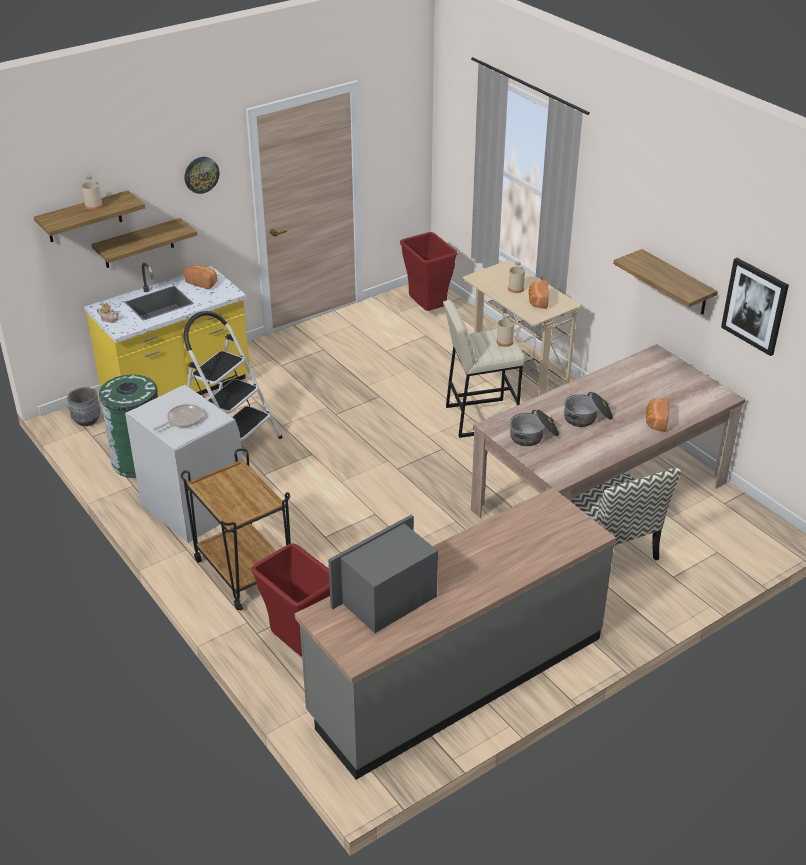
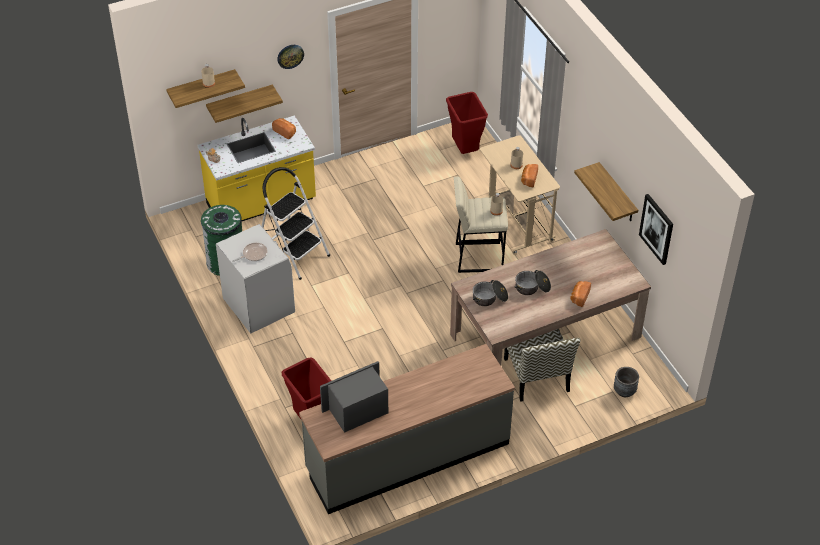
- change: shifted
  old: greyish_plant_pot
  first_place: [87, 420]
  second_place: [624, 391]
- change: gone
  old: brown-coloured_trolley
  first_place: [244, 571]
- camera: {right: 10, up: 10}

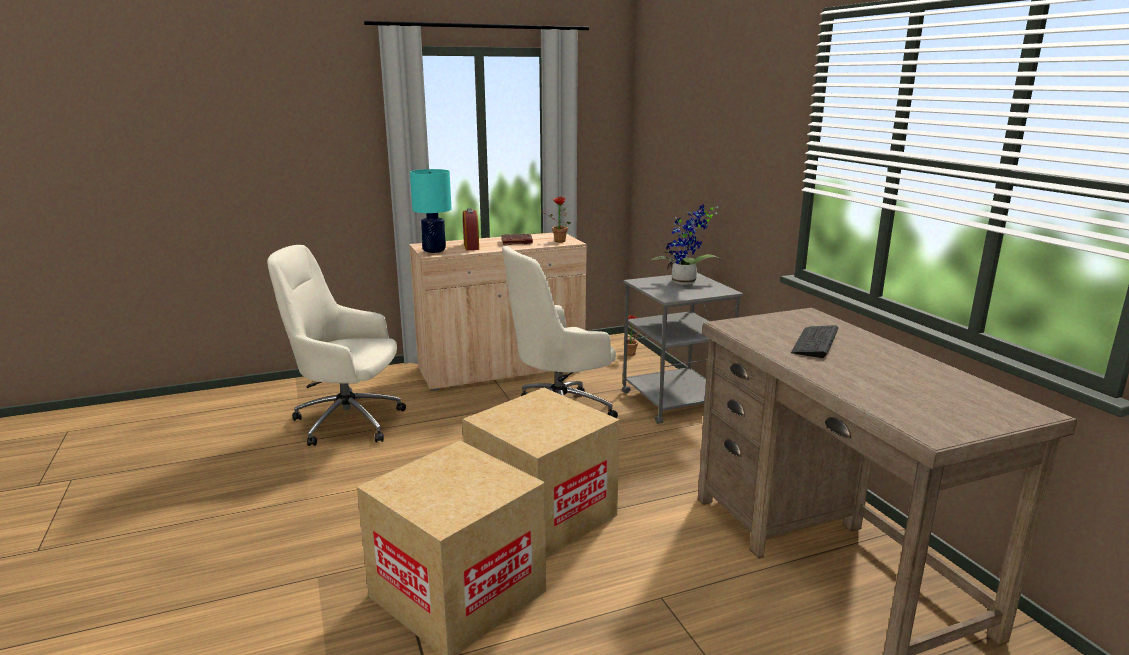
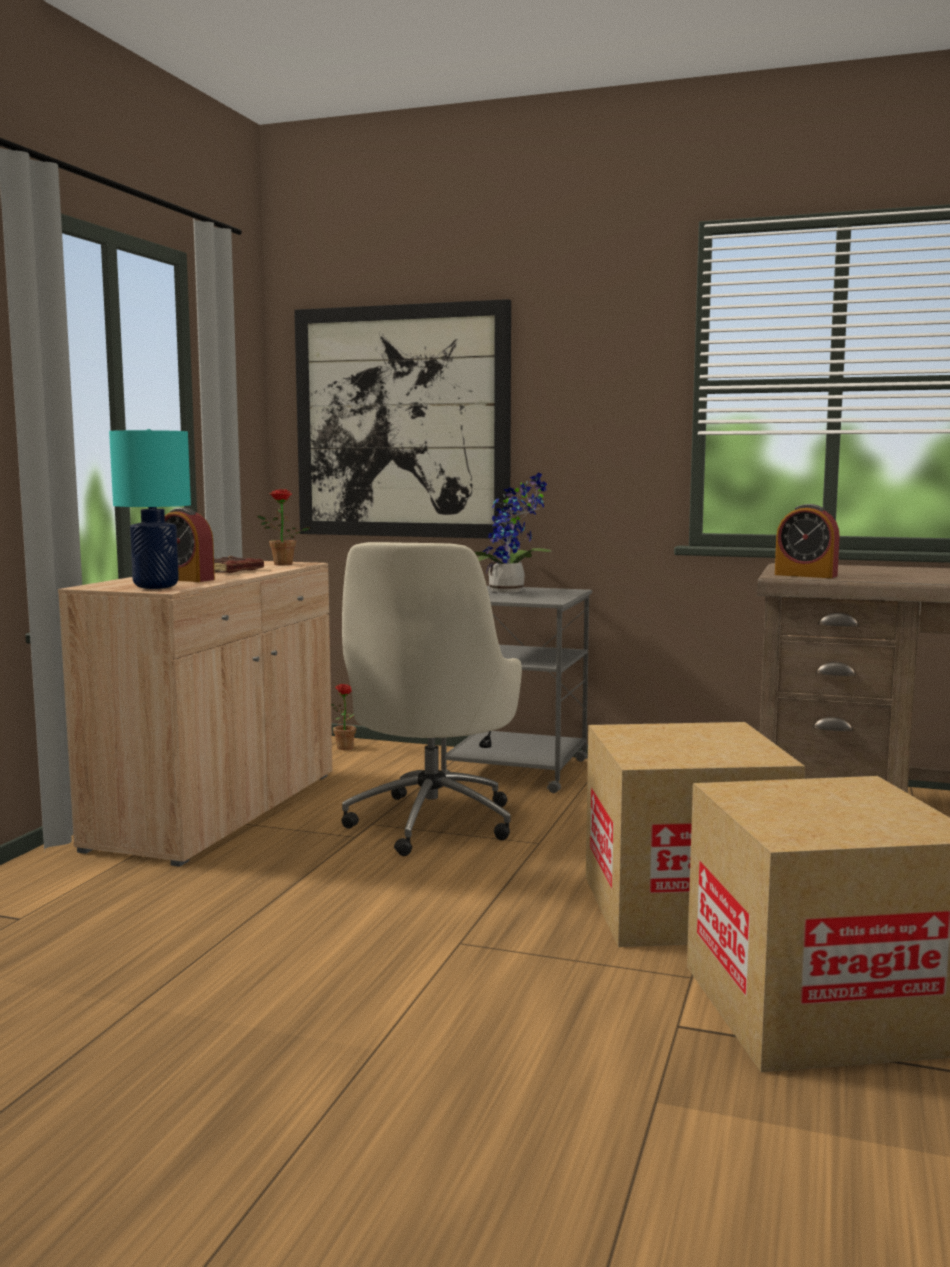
- change: gone
  old: beige-coloured_office_chair
  first_place: [347, 423]
- change: gone
  old: keyboard
  first_place: [815, 342]
- change: new
  new: picture
  second_place: [402, 422]
- change: new
  new: table_clock
  second_place: [805, 575]
- camera: {right: -50, up: -10}

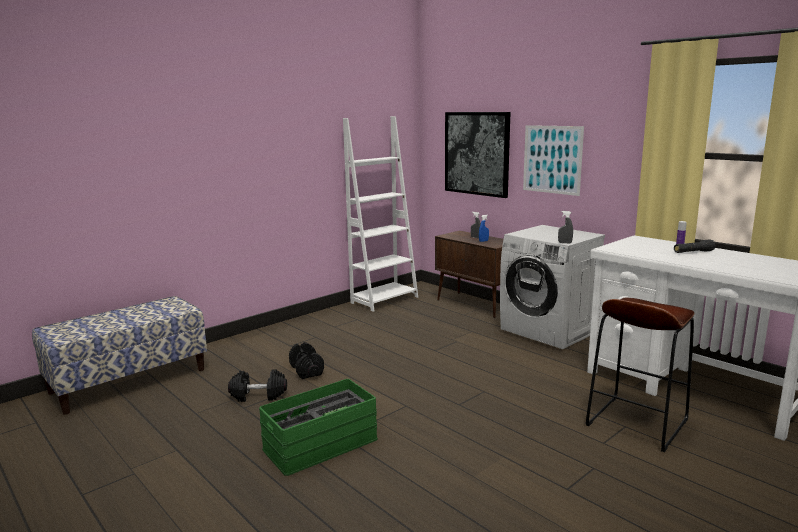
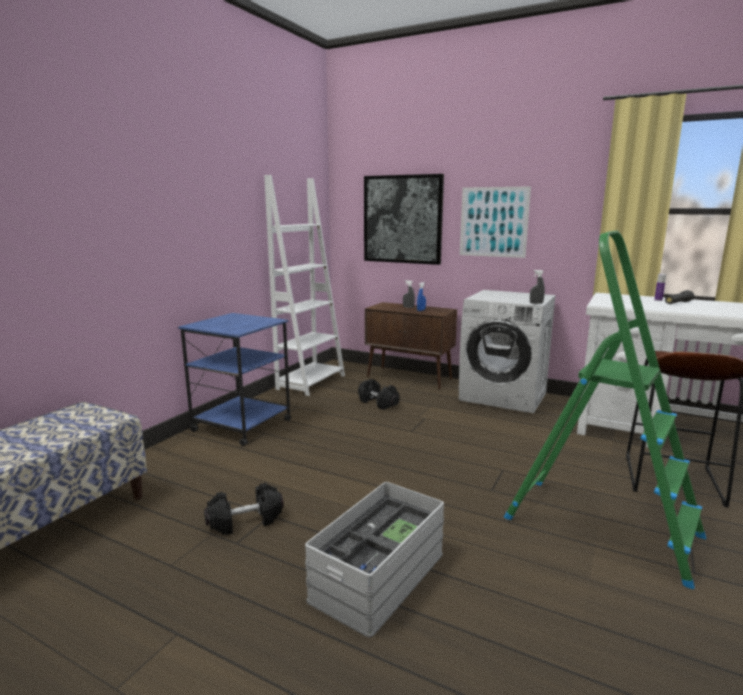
- change: repainted
  old: greenish_storage_bin
  new: greyish_storage_bin
  first_place: [321, 444]
  second_place: [379, 576]
- change: shifted
  old: blackish_dumbbell
  first_place: [307, 370]
  second_place: [378, 403]
- change: new
  new: bluish_trolley
  second_place: [242, 424]
- change: new
  new: greenish_step_stool
  second_place: [603, 527]
- camera: {right: -20, up: 0}

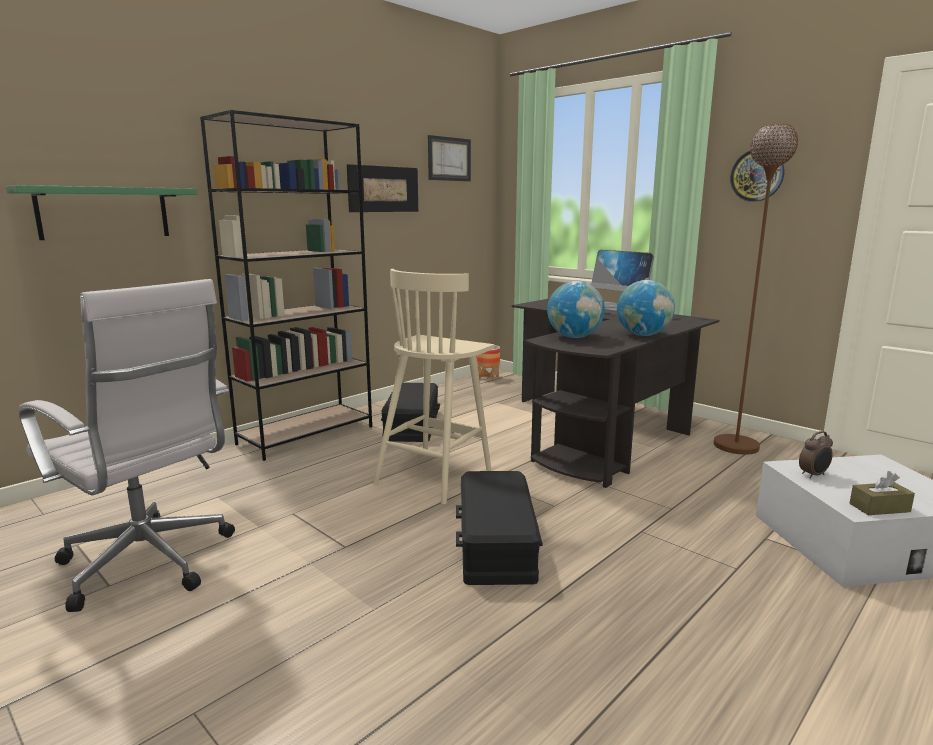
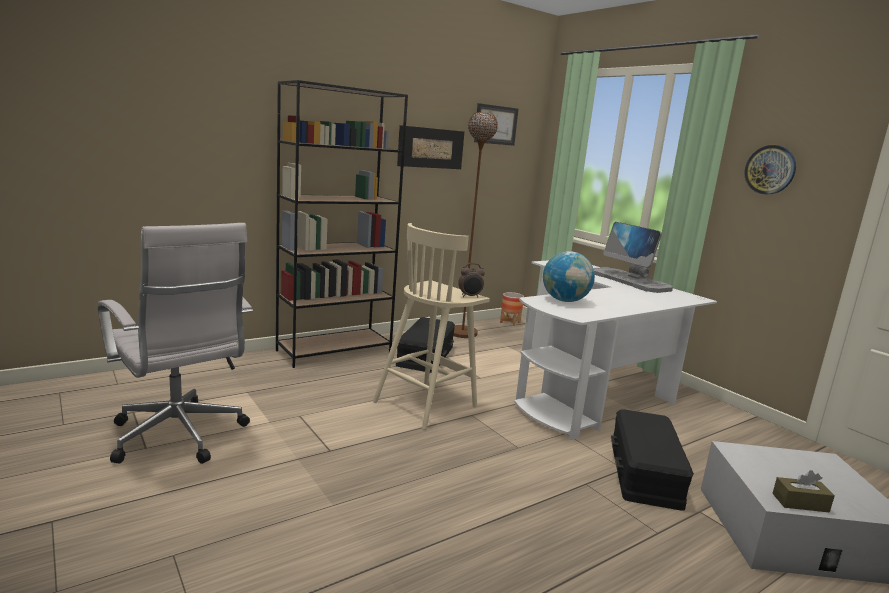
- change: gone
  old: greenish_shelf
  first_place: [104, 213]
- change: shifted
  old: blackish_storage_bin
  first_place: [497, 543]
  second_place: [646, 472]
- change: repainted
  old: blackish_desk_table
  new: white_desk_table
  first_place: [602, 429]
  second_place: [593, 386]
- change: gone
  old: globe
  first_place: [643, 335]
- change: shifted
  old: brown-coloured_standing_lamp
  first_place: [736, 446]
  second_place: [462, 333]
- change: shifted
  old: table_clock
  first_place: [813, 475]
  second_place: [470, 296]
- camera: {right: 10, up: 0}

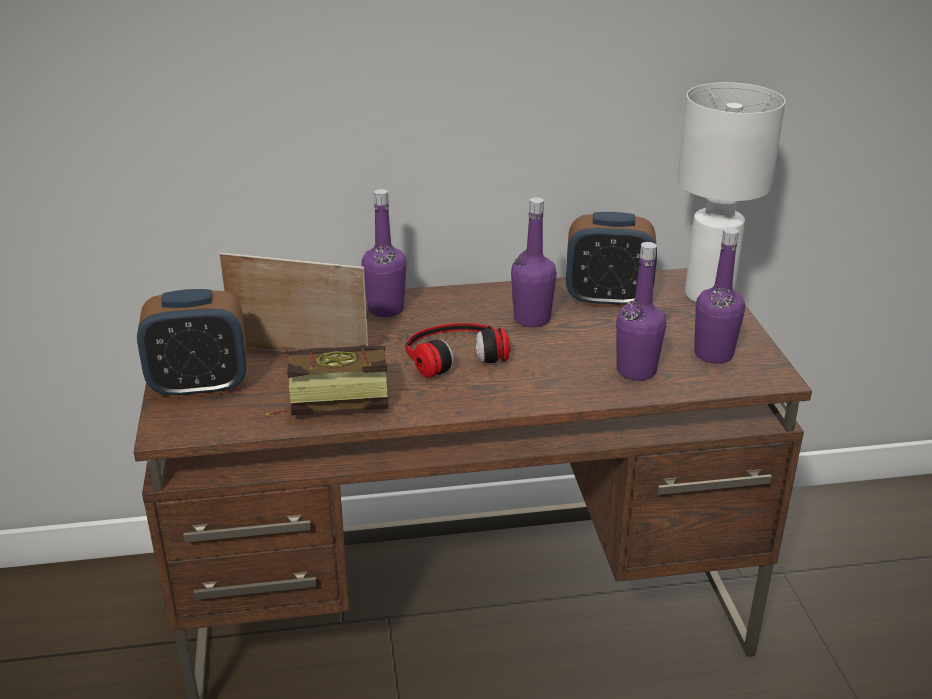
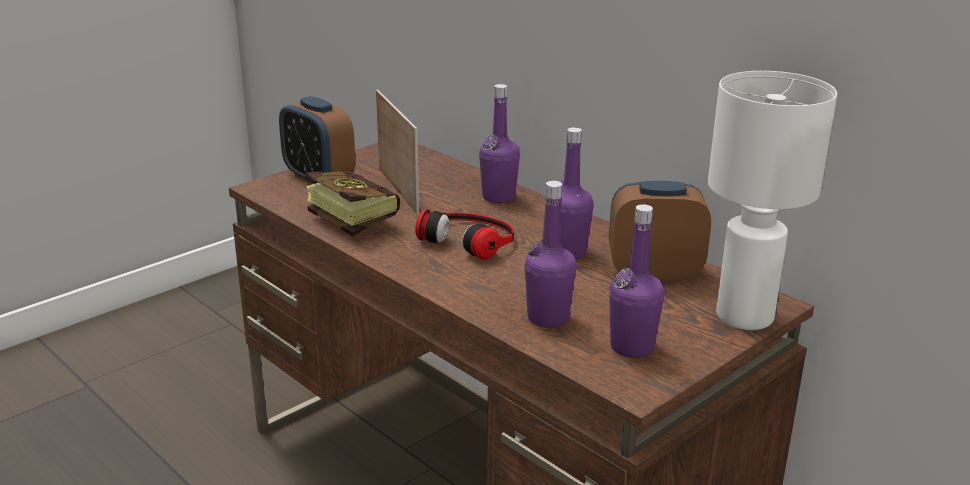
- change: rotated
  old: table_clock
  first_place: [607, 299]
  second_place: [654, 272]
  degrees: 120
- camera: {right: 55, up: -5}

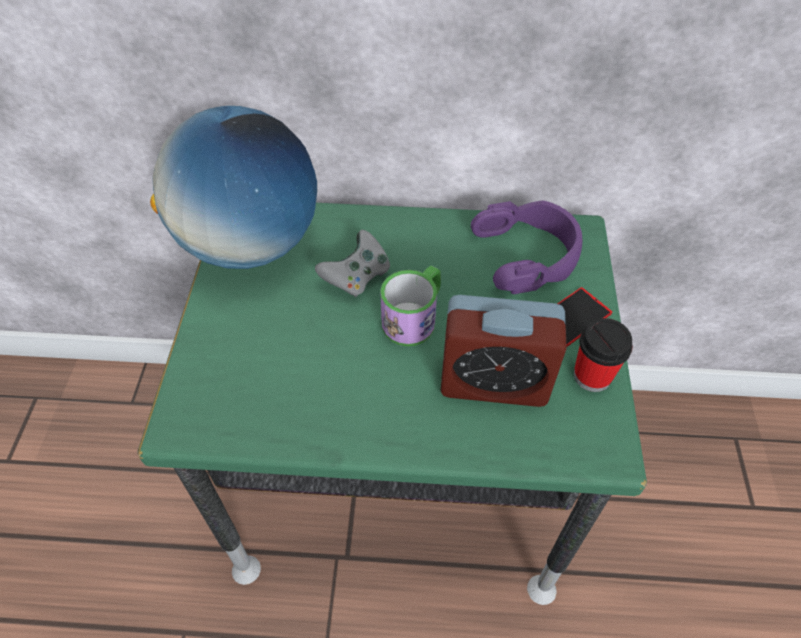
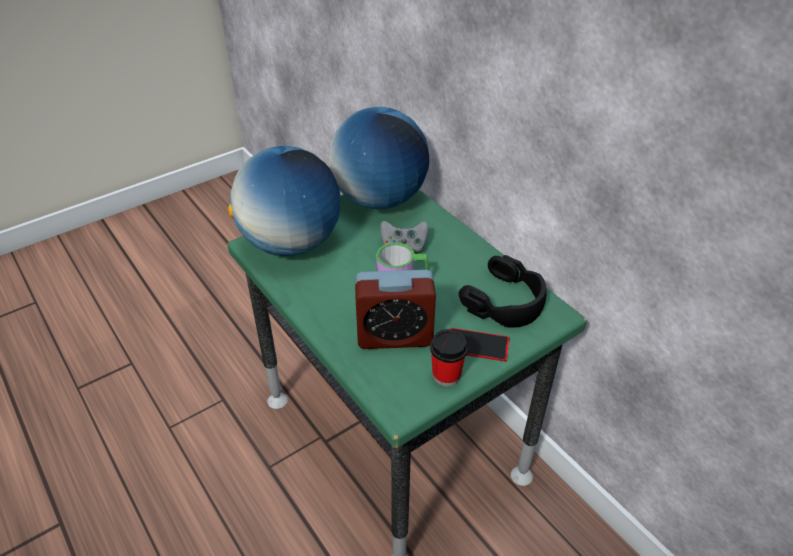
- change: rotated
  old: table_clock
  first_place: [494, 382]
  second_place: [394, 336]
  degrees: -60
- change: repainted
  old: purple_headphones
  new: blackish_headphones
  first_place: [527, 255]
  second_place: [505, 301]
- change: new
  new: globe
  second_place: [291, 243]
- camera: {right: 50, up: -10}

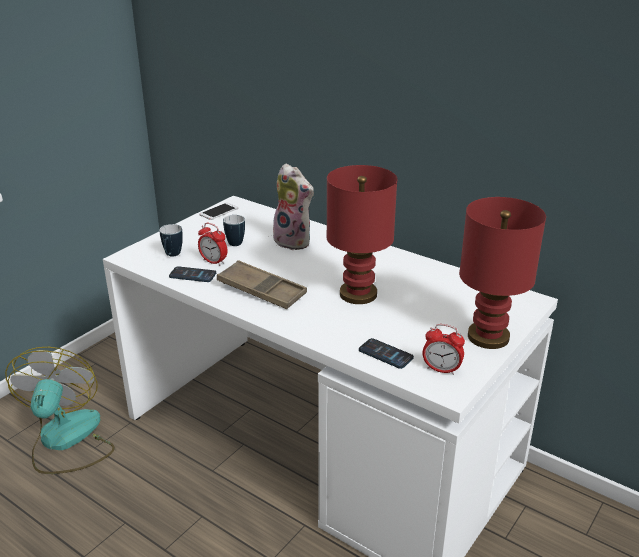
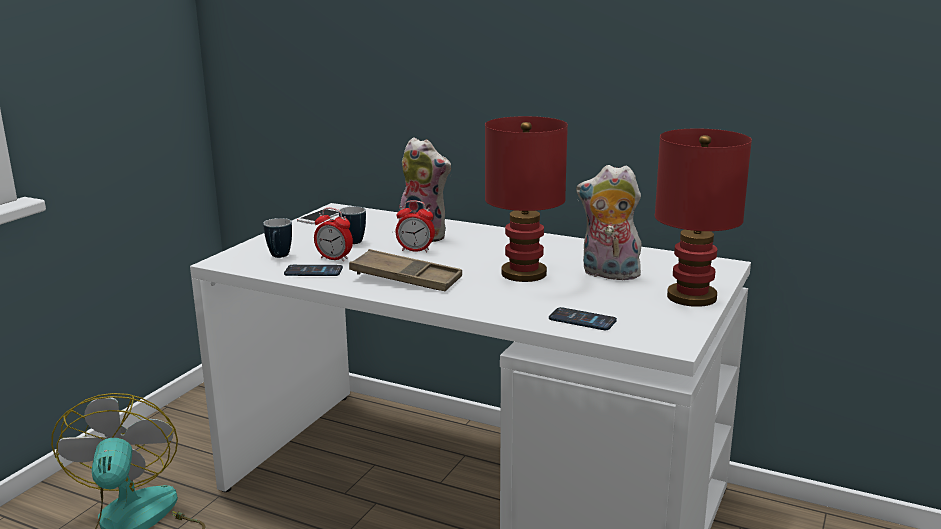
- change: shifted
  old: table_clock
  first_place: [441, 369]
  second_place: [415, 250]
- change: new
  new: plush_toy
  second_place: [608, 274]
- camera: {right: -10, up: -10}

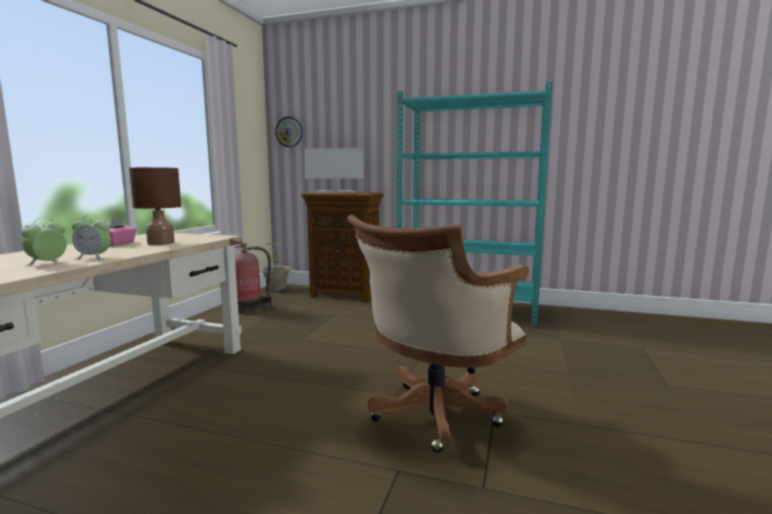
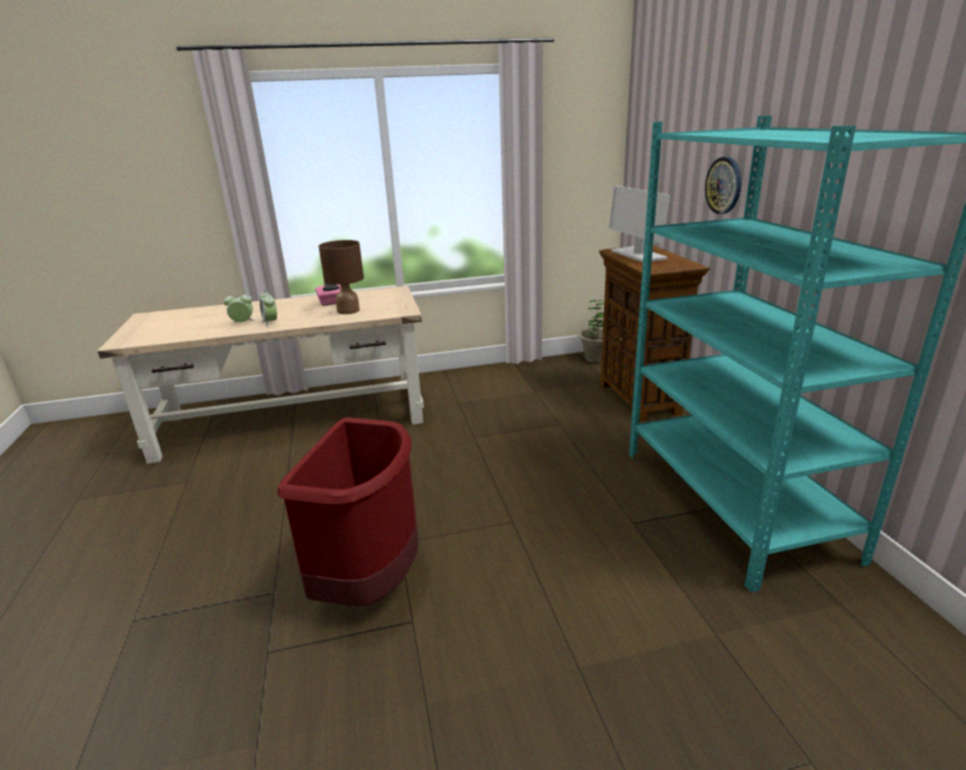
- change: gone
  old: fire-fighting_cylinder
  first_place: [250, 309]
- change: shifted
  old: clock_on_the_wall
  first_place: [289, 132]
  second_place: [724, 185]
- change: swapped
  old: office_chair
  new: red-coloured_rubbish_bin
  first_place: [432, 417]
  second_place: [371, 581]
- camera: {right: 60, up: 15}

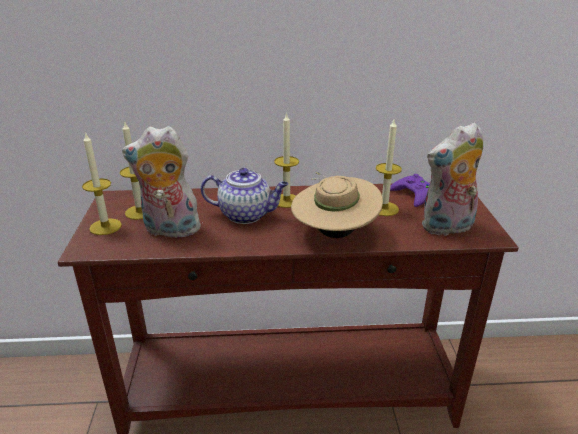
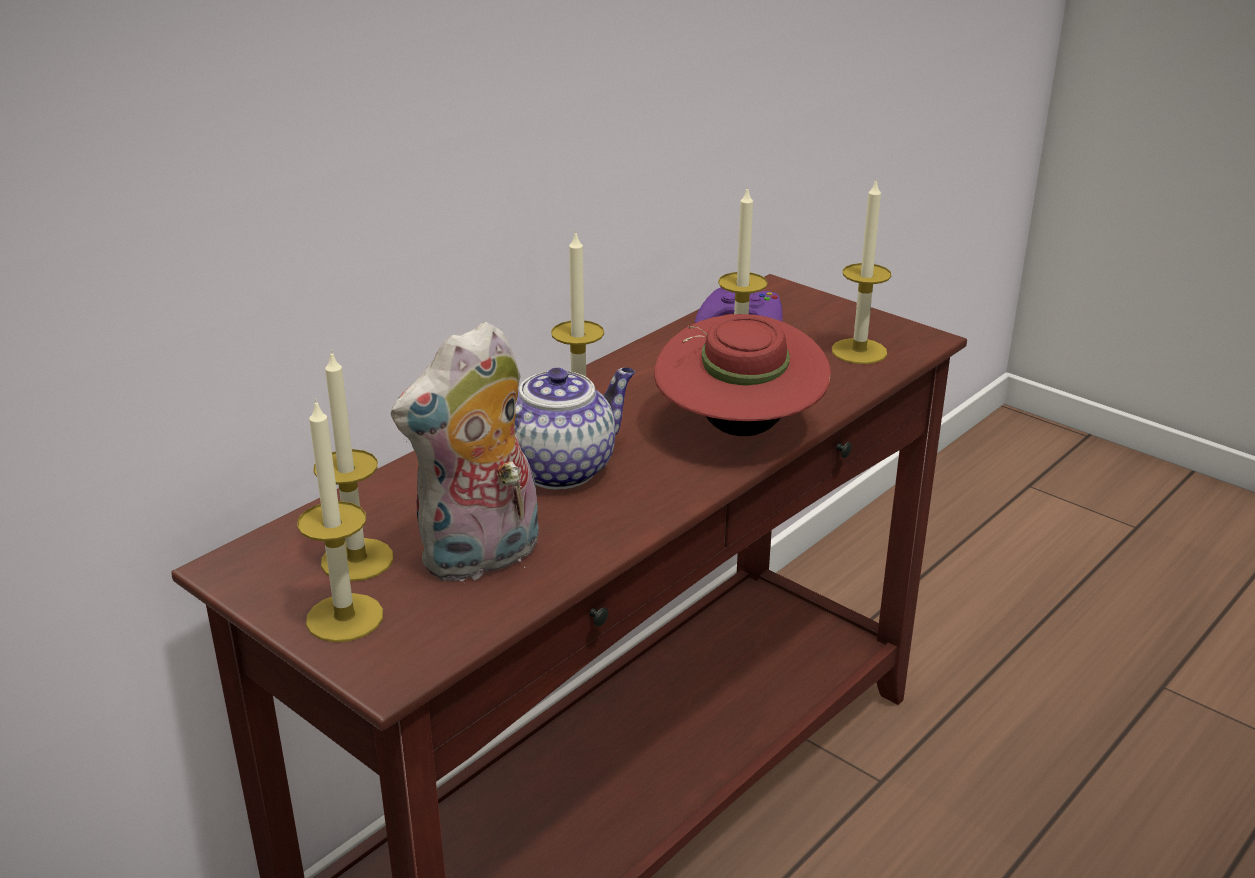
- change: repainted
  old: beige-coloured_clothing_hat
  new: red-coloured_clothing_hat
  first_place: [334, 233]
  second_place: [738, 429]
- change: swapped
  old: plush_toy
  new: wax_candle
  first_place: [447, 228]
  second_place: [859, 351]
- camera: {right: -45, up: 0}

